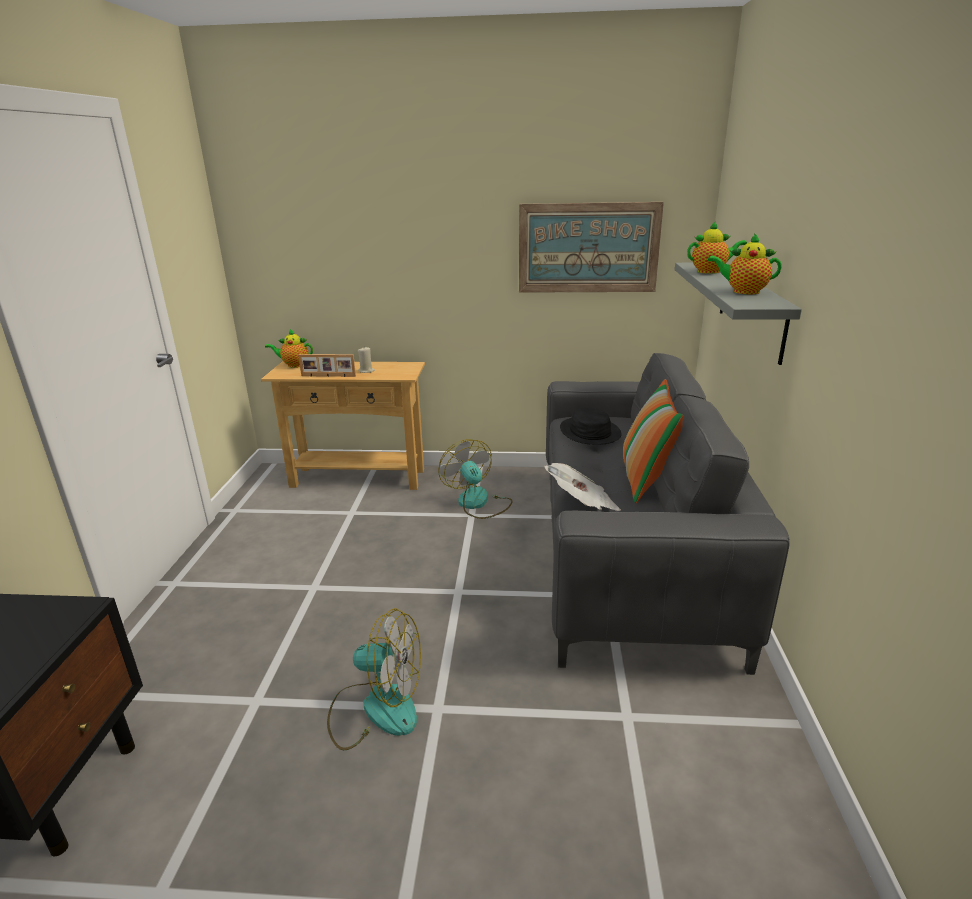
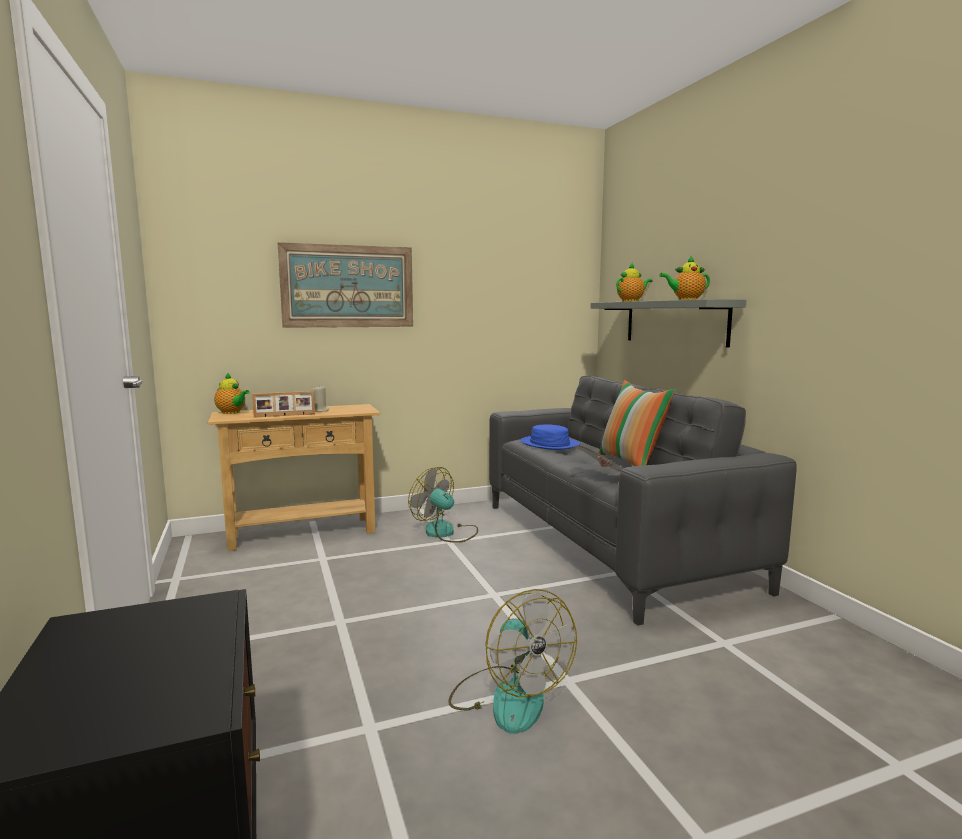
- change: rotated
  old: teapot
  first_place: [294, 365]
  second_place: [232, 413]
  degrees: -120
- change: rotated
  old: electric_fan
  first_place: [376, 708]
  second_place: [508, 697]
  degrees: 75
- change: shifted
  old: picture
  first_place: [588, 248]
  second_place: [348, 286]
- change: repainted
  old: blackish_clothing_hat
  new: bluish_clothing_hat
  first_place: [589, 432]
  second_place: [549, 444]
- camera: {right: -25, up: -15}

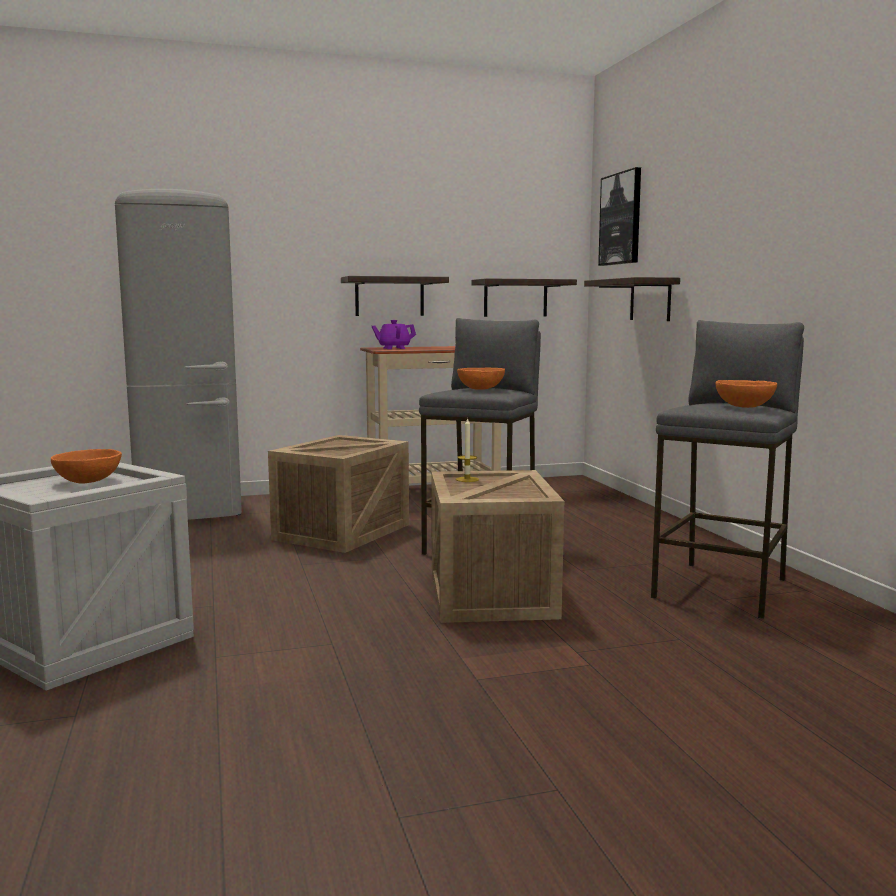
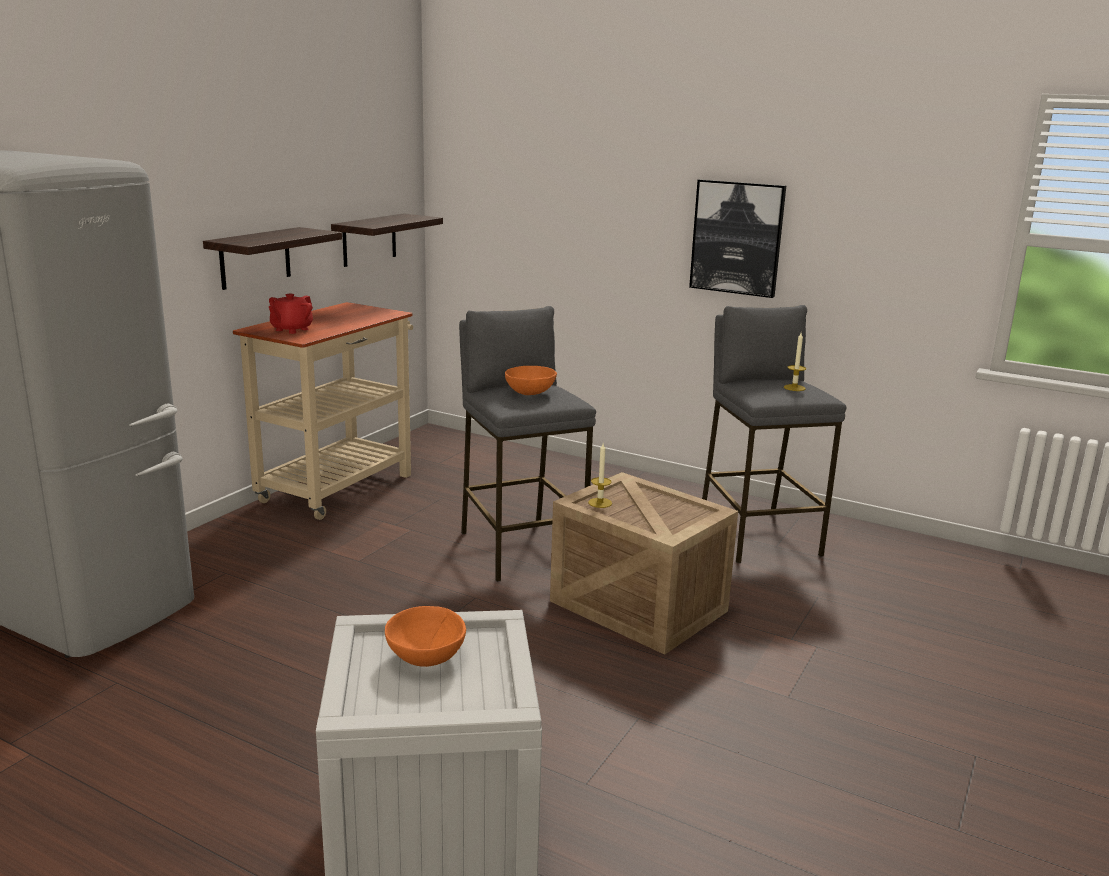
- change: gone
  old: shipping_crate
  first_place: [342, 532]
- change: repainted
  old: purple_teapot
  new: red-coloured_teapot
  first_place: [393, 348]
  second_place: [291, 329]
- change: gone
  old: shelf
  first_place: [650, 300]
- change: shifted
  old: picture
  first_place: [621, 219]
  second_place: [737, 237]
- change: swapped
  old: orange_deep_dish
  new: wax_candle
  first_place: [743, 406]
  second_place: [794, 388]
- camera: {right: -45, up: 10}

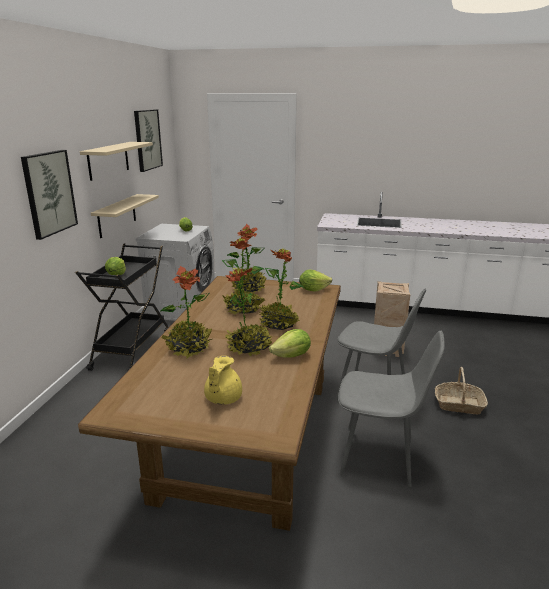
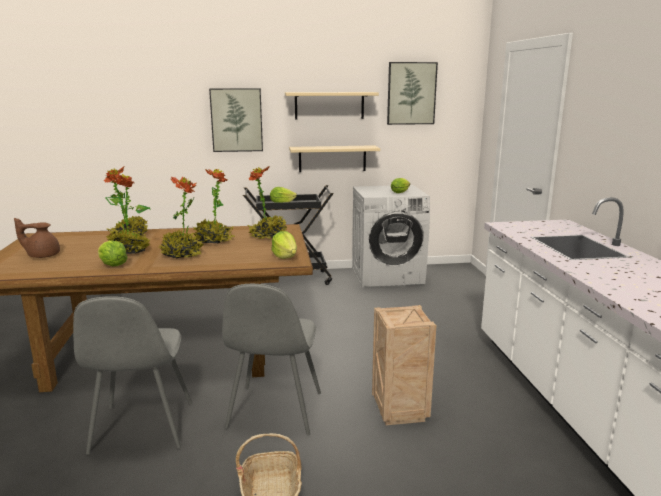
- change: repainted
  old: yellow-coloured_teapot
  new: brown-coloured_teapot
  first_place: [222, 399]
  second_place: [42, 255]
- camera: {right: 70, up: -5}

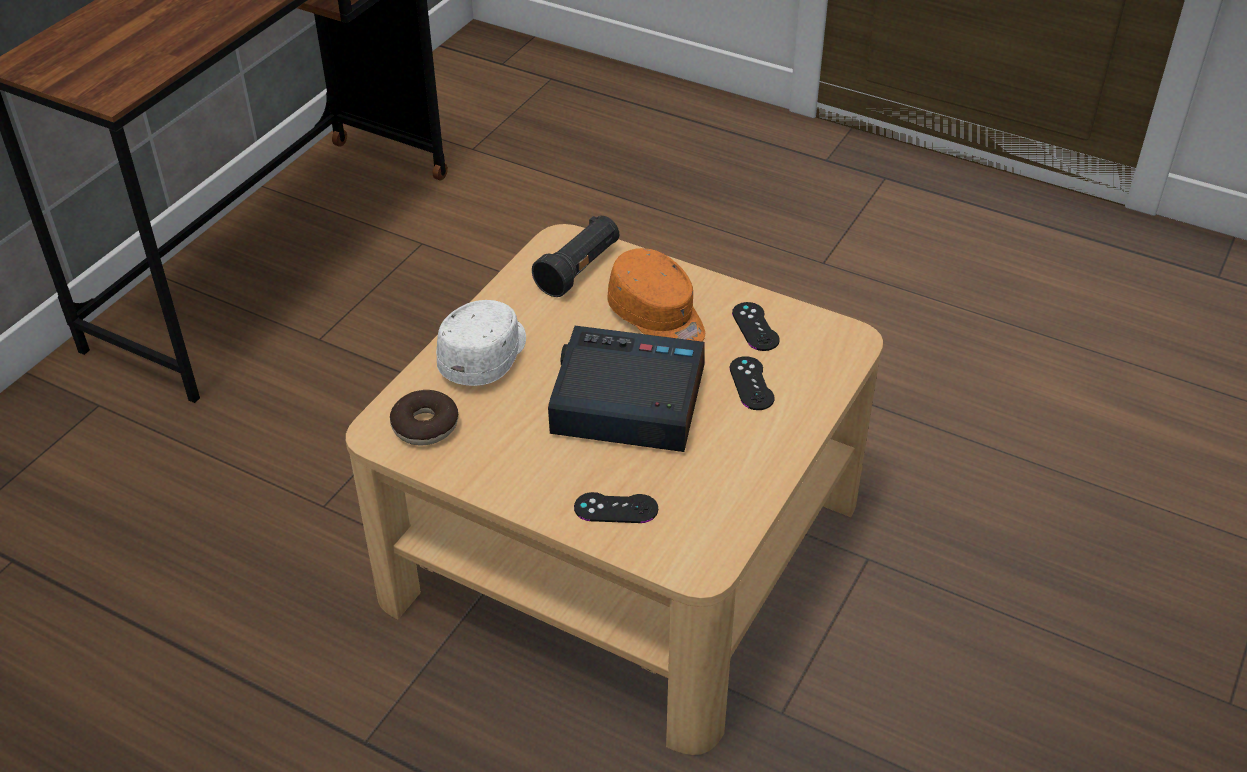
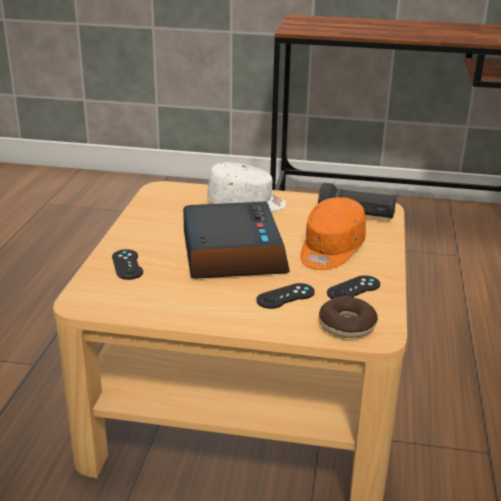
- change: shifted
  old: ring_doughnut
  first_place: [425, 425]
  second_place: [347, 326]
- camera: {right: 70, up: -15}

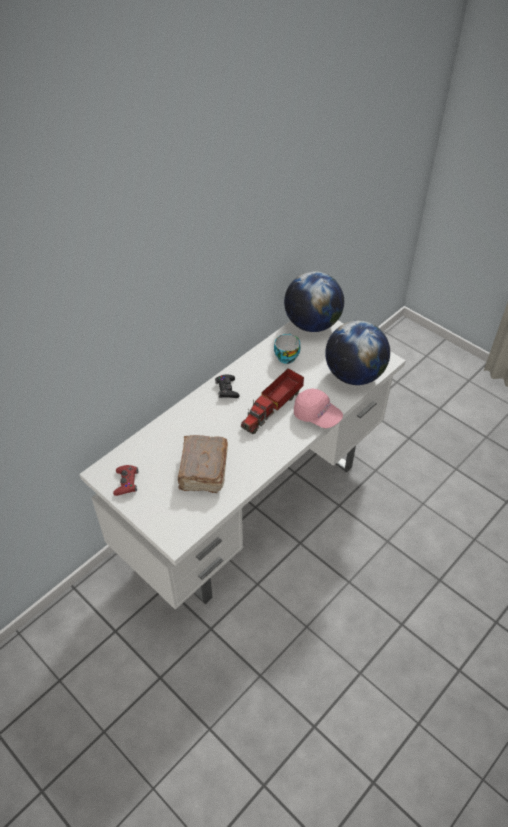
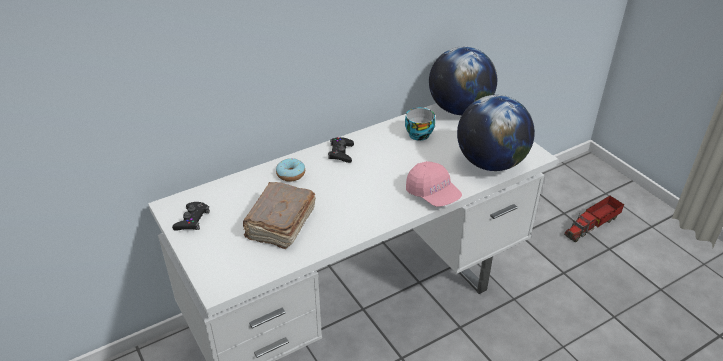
- change: repainted
  old: red-coloured_gamepad
  new: blackish_gamepad
  first_place: [126, 482]
  second_place: [192, 220]
- change: shifted
  old: toy_truck
  first_place: [273, 407]
  second_place: [592, 225]
- change: new
  new: ring_doughnut
  second_place: [291, 174]
- camera: {right: 15, up: -10}

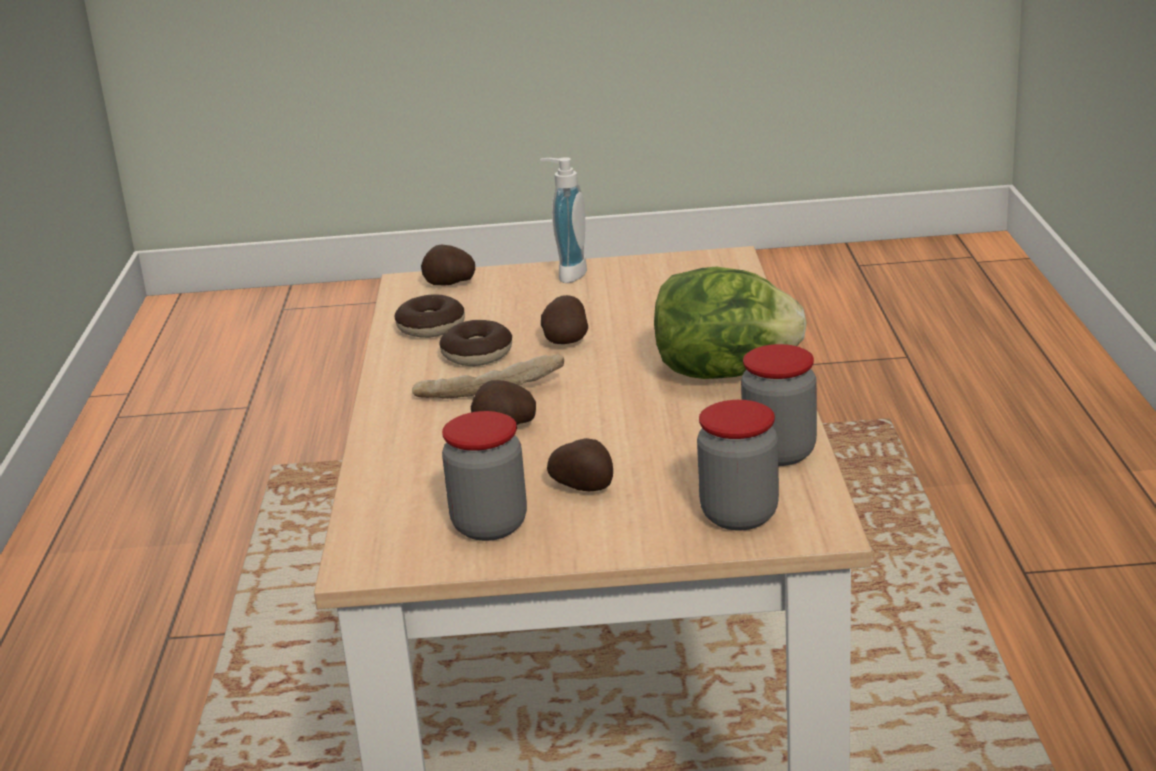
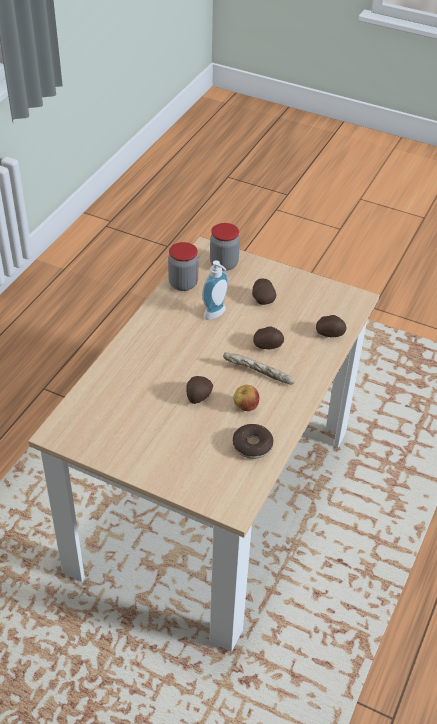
- change: shifted
  old: whole_potato
  first_place: [450, 284]
  second_place: [330, 334]
- change: swapped
  old: ring_doughnut
  new: apple
  first_place: [477, 354]
  second_place: [245, 407]
- change: gone
  old: jar
  first_place: [489, 526]
- change: shifted
  old: liquid_soap_bottle
  first_place: [567, 274]
  second_place: [217, 315]
- change: gone
  old: head_of_lettuce
  first_place: [724, 373]
- camera: {right: -155, up: 20}

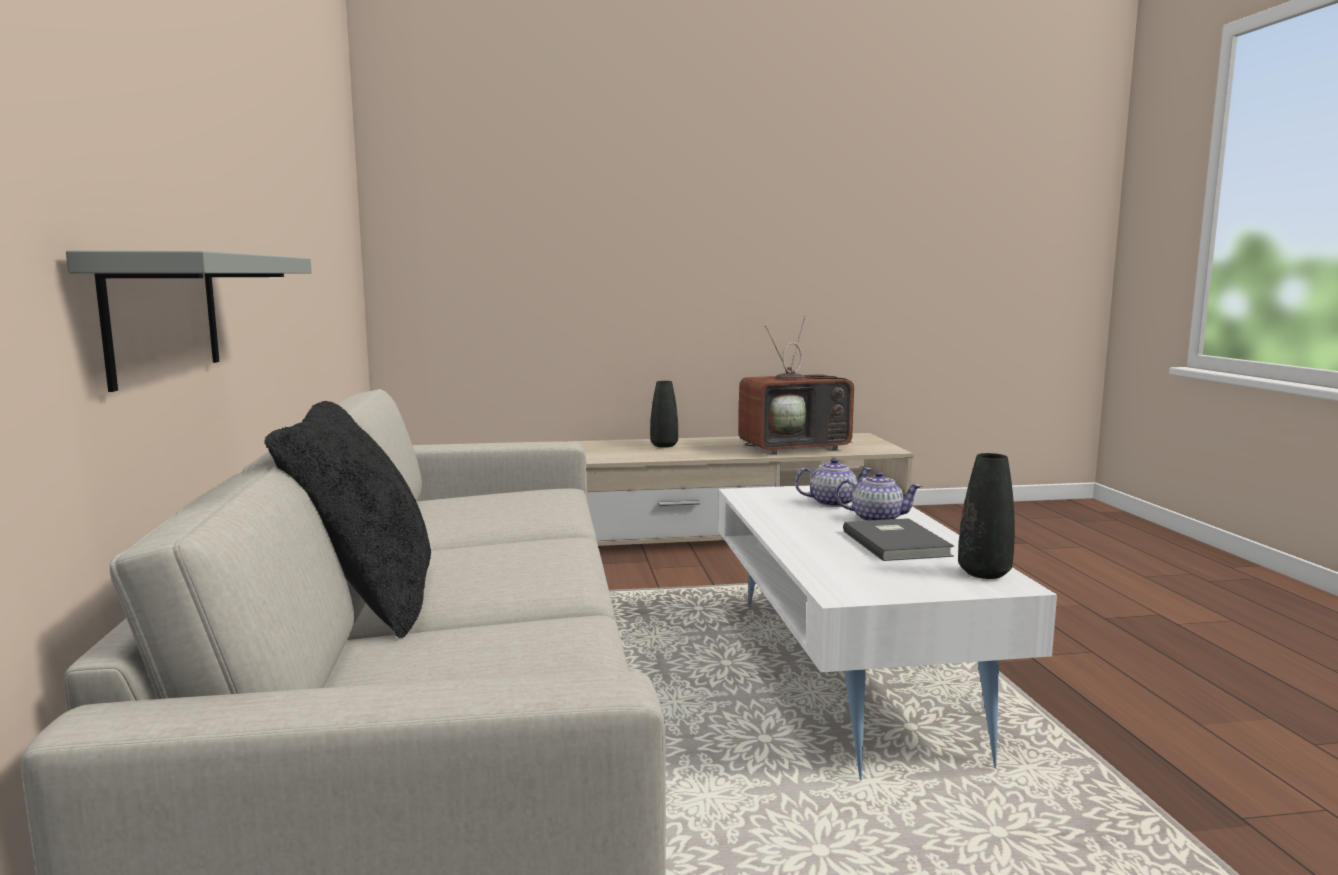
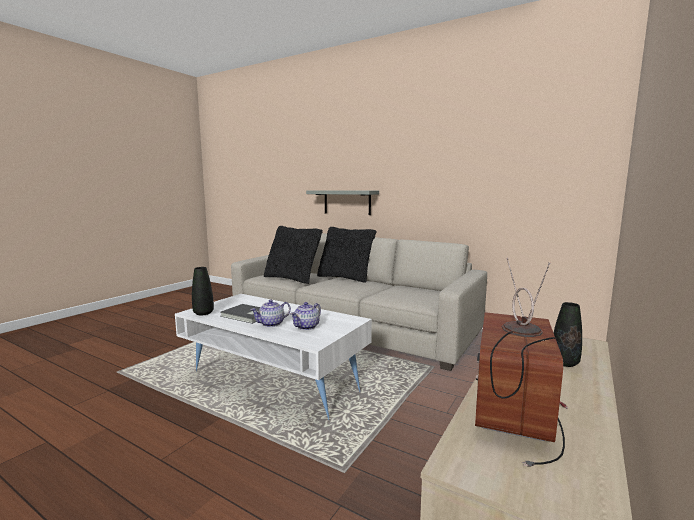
- change: new
  new: blackish_throw_pillow
  second_place: [292, 278]
- camera: {right: 130, up: 0}

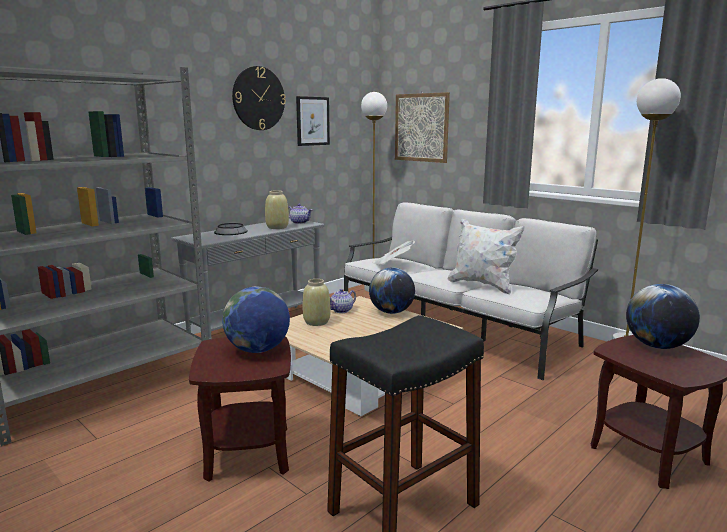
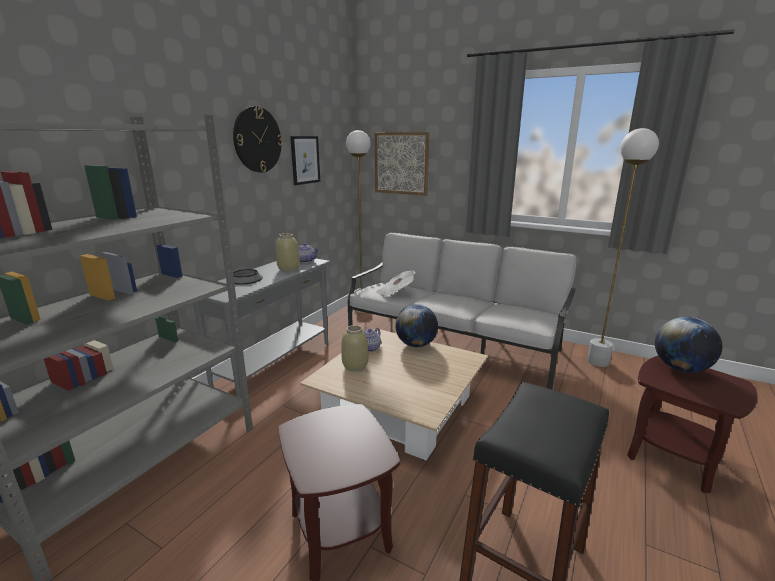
- change: gone
  old: globe
  first_place: [258, 350]
- change: gone
  old: white_throw_pillow
  first_place: [482, 285]
- camera: {right: -15, up: 5}

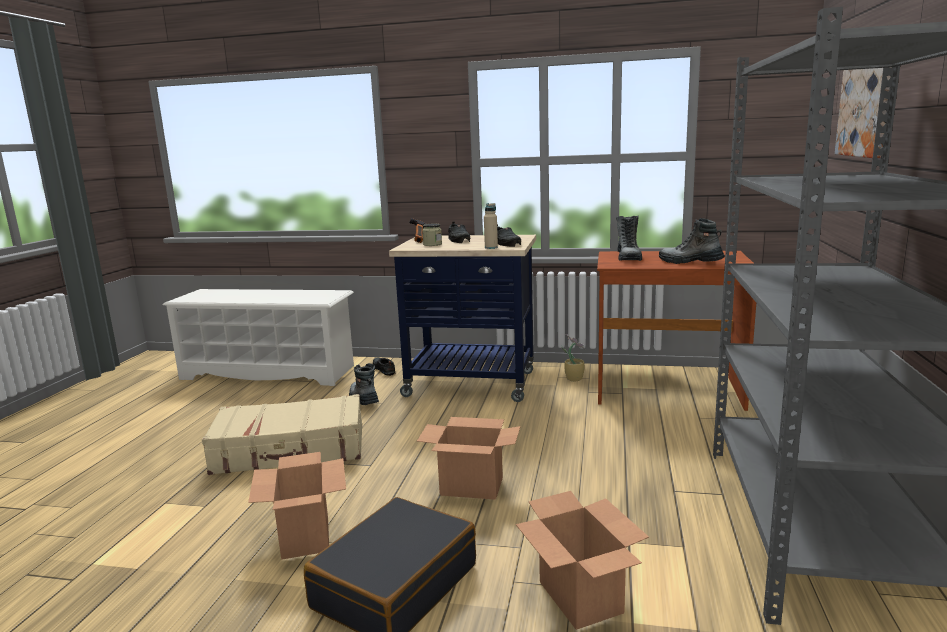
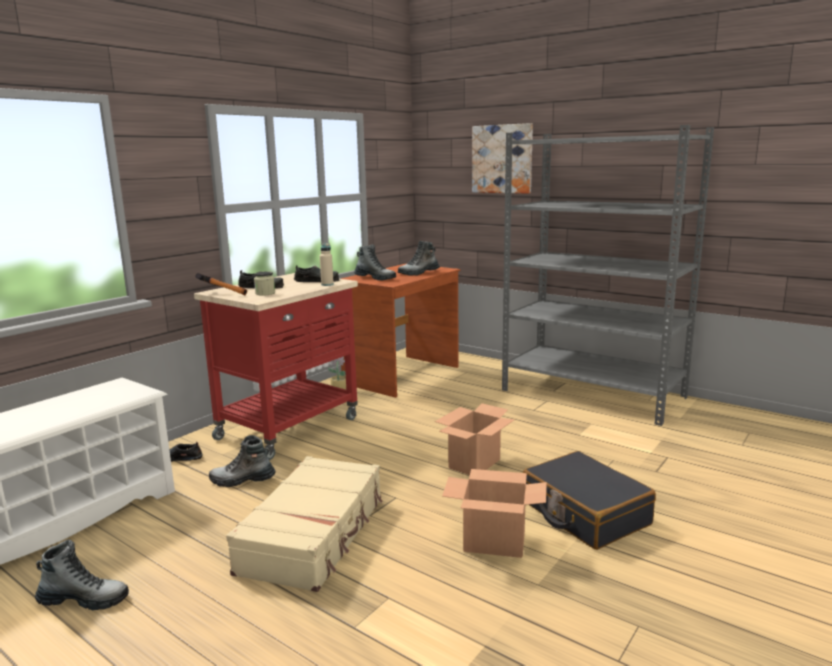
- change: repainted
  old: bluish_trolley
  new: red-coloured_trolley
  first_place: [471, 384]
  second_place: [288, 428]
- change: gone
  old: packing_box
  first_place: [581, 597]
- change: new
  new: boot
  second_place: [84, 600]
- camera: {right: -65, up: 0}

